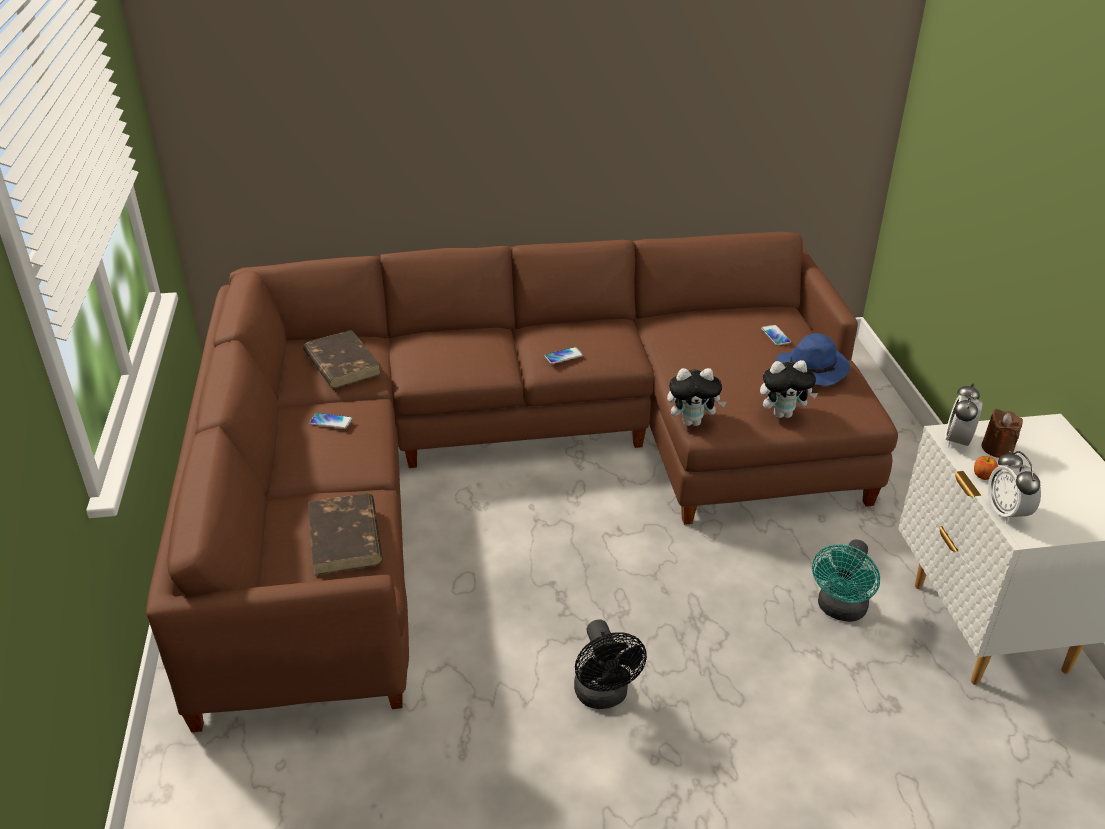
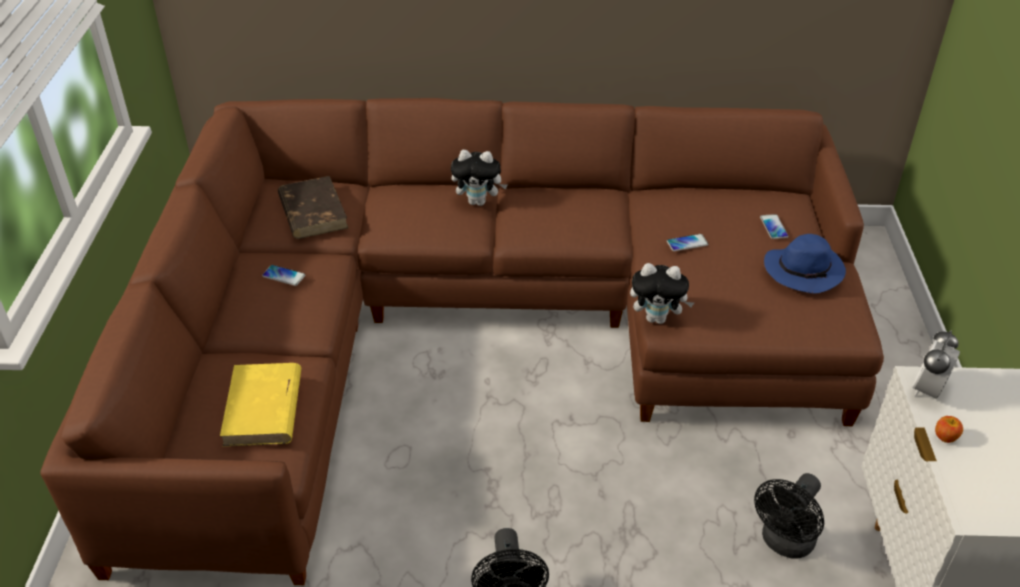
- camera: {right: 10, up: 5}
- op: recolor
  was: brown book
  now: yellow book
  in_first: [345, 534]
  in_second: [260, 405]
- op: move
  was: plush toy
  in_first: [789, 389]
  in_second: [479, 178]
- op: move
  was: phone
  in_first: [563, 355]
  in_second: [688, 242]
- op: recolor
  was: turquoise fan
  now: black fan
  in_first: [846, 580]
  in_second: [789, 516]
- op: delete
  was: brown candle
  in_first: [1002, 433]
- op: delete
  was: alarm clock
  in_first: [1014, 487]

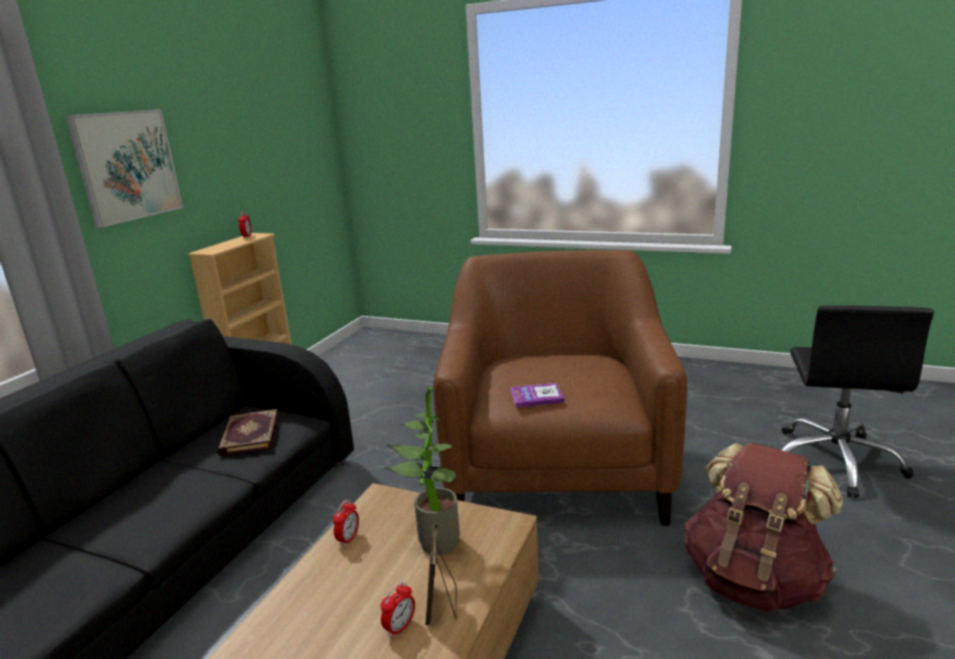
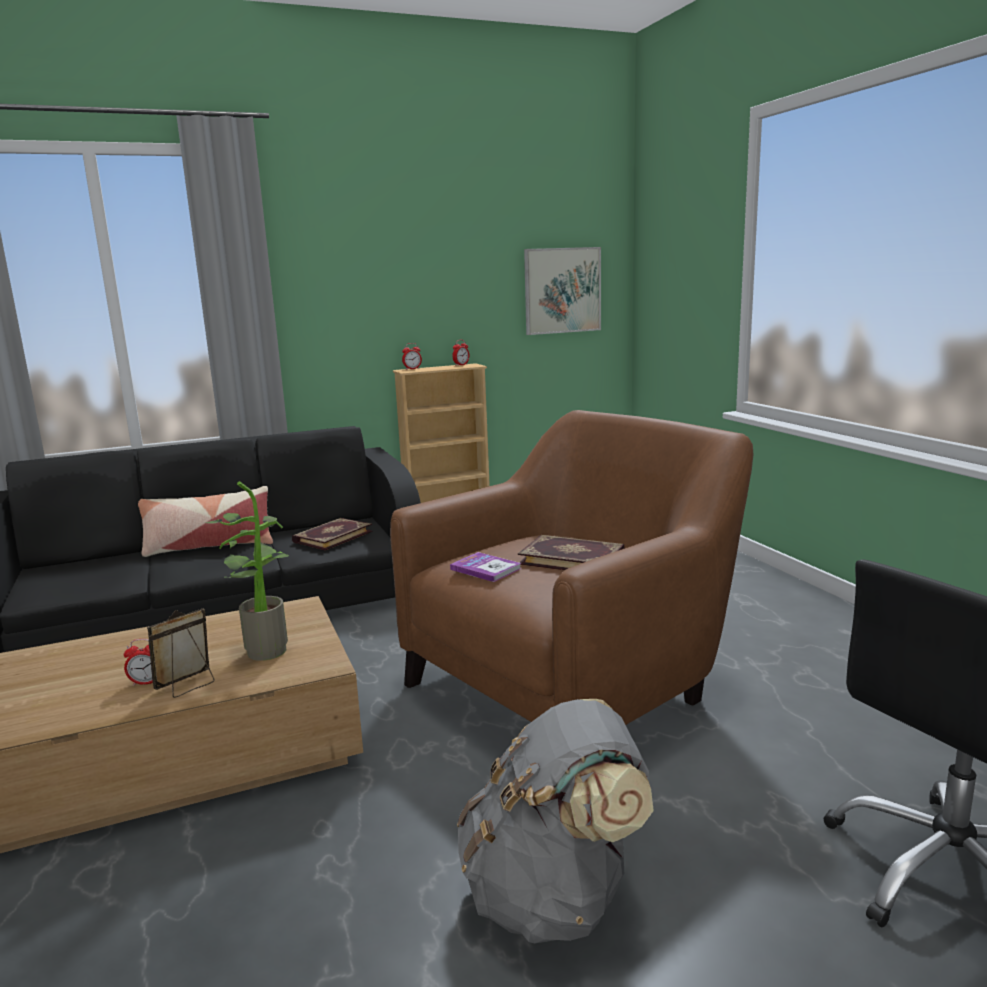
- camera: {right: 45, up: -5}
- op: insert
  now: pillow
  in_second: [205, 521]
- op: move
  was: alarm clock
  in_first: [346, 523]
  in_second: [412, 356]
- op: recolor
  was: brown backpack
  now: grey backpack
  in_first: [764, 527]
  in_second: [555, 821]
- op: insert
  now: book
  in_second: [571, 553]
- op: move
  was: picture
  in_first: [124, 168]
  in_second: [562, 291]

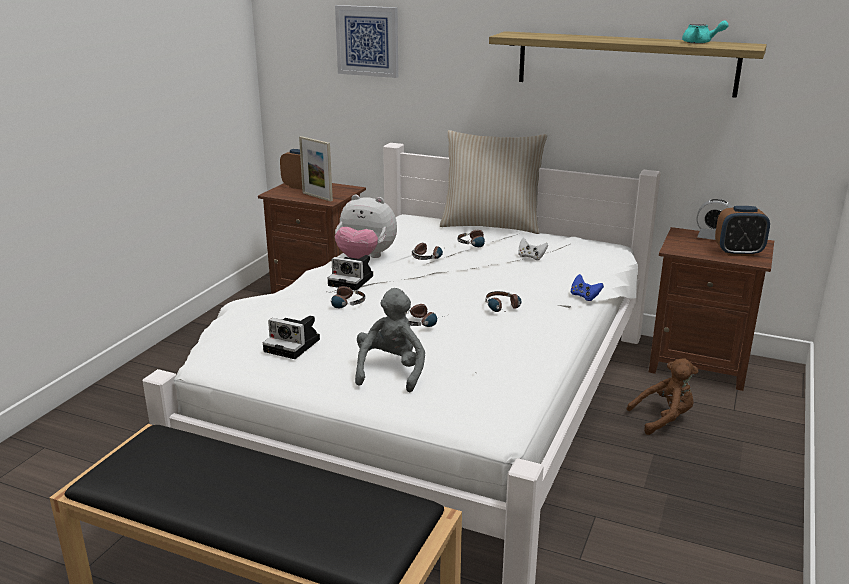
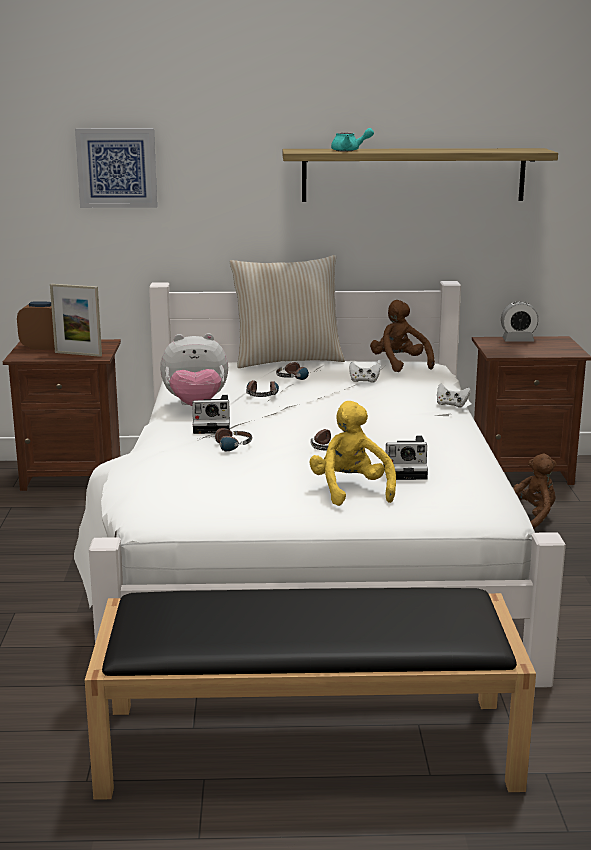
- camera: {right: -25, up: -5}
- op: recolor
  was: grey plush toy
  now: yellow plush toy
  in_first: [390, 340]
  in_second: [352, 453]
- op: move
  was: turquoise teapot
  in_first: [705, 32]
  in_second: [352, 139]
- op: insert
  now: brown plush toy
  in_second: [402, 336]
- op: move
  was: photo camera
  in_first: [291, 337]
  in_second: [405, 458]
- op: recolor
  was: blue game controller
  now: white game controller
  in_first: [587, 287]
  in_second: [454, 396]
- op: delete
  was: headphones
  in_first: [504, 301]
- op: delete
  was: alarm clock
  in_first: [742, 231]

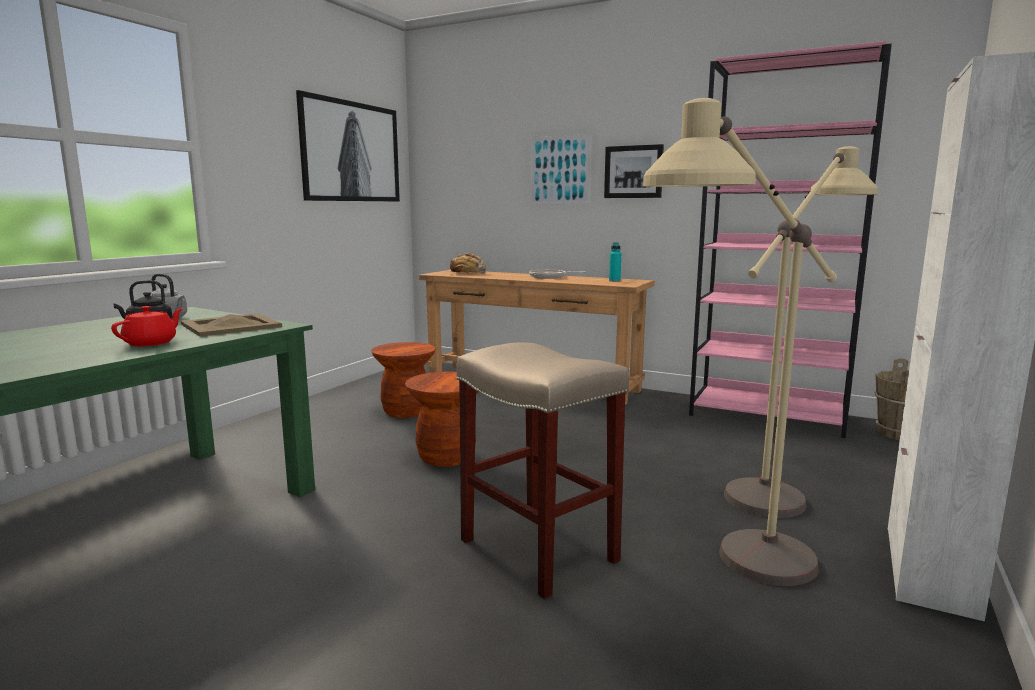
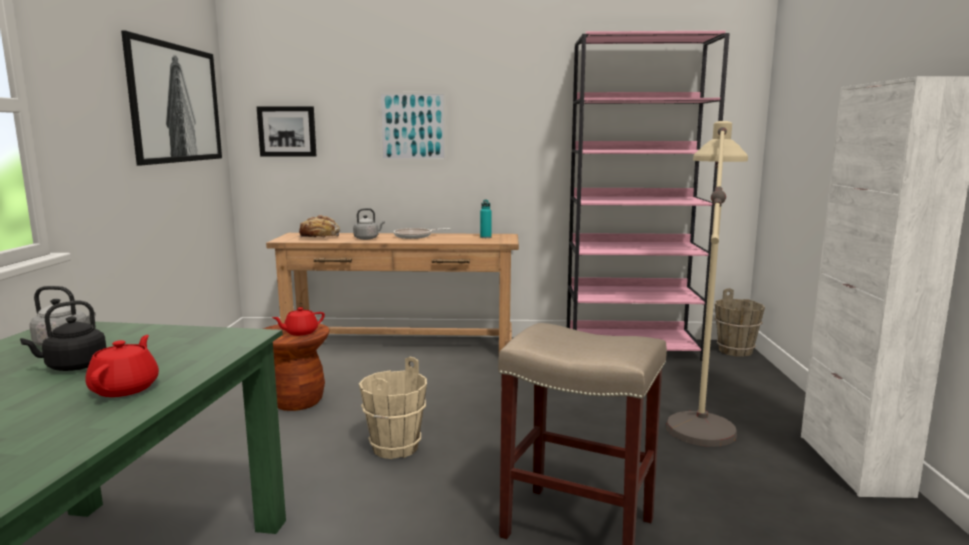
- camera: {right: -25, up: 0}
- op: move
  was: picture
  in_first: [634, 171]
  in_second: [287, 131]
- op: insert
  now: red teapot
  in_second: [298, 321]
- op: insert
  now: grey kettle
  in_second: [369, 224]
- op: replace
  was: brown stool
  now: beige bucket
  in_first: [441, 419]
  in_second: [393, 408]
- op: delete
  was: beige tray
  in_first: [231, 324]
- op: delete
  was: beige floor lamp
  in_first: [740, 342]

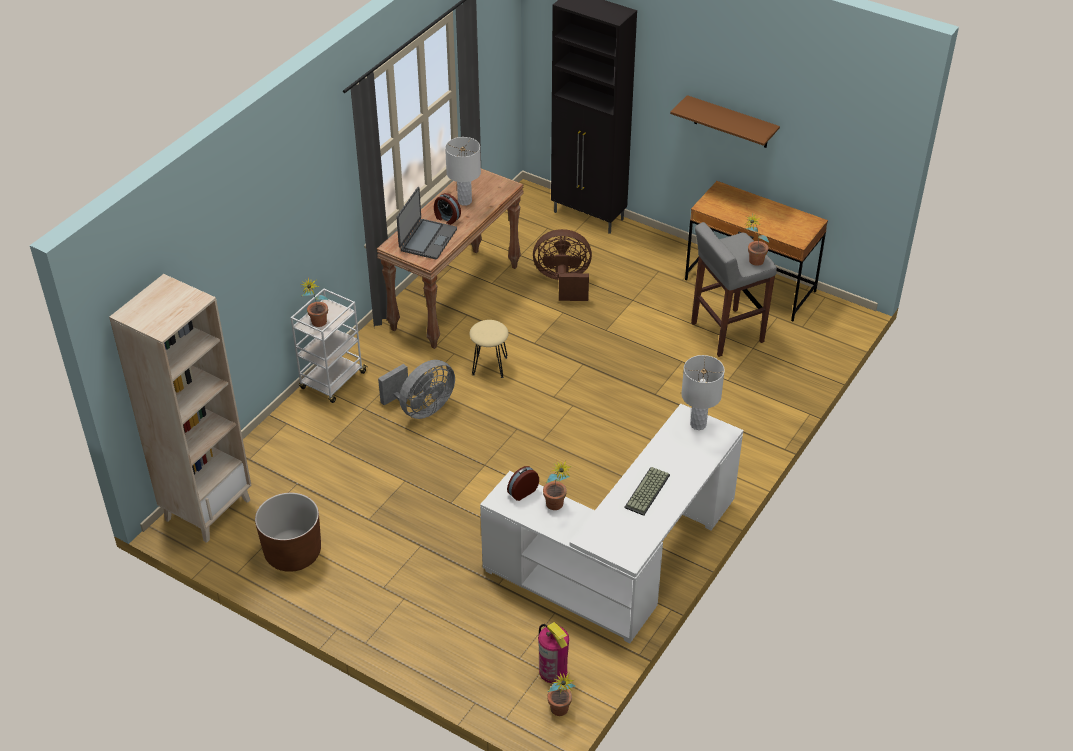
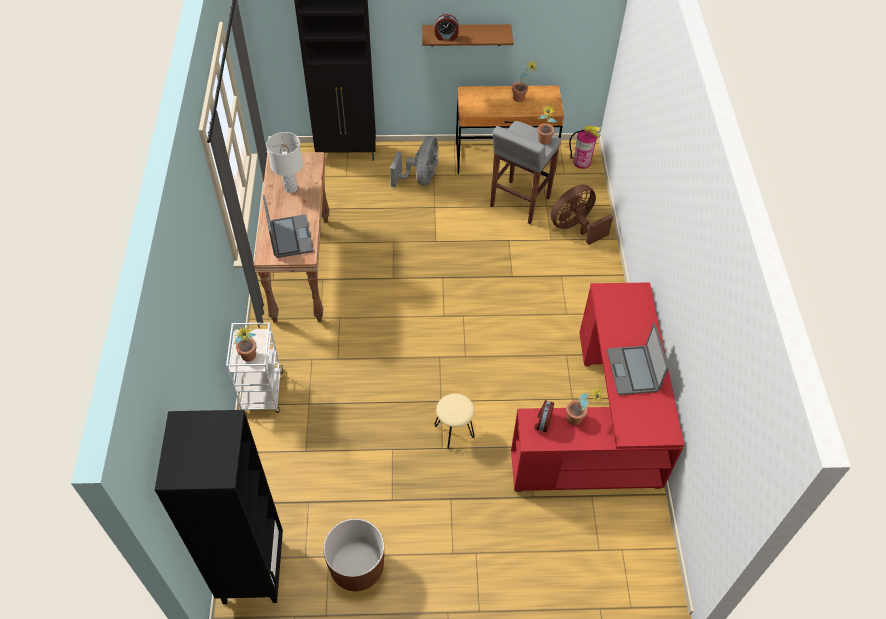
- camera: {right: -35, up: 10}
- op: recolor
  was: beige bookcase
  now: black bookcase
  in_first: [180, 408]
  in_second: [219, 507]
- op: move
  was: grey fan
  in_first: [416, 389]
  in_second: [414, 161]
- op: move
  was: alarm clock
  in_first: [447, 209]
  in_second: [446, 27]
- op: move
  was: beige stool
  in_first: [489, 349]
  in_second: [455, 421]
- op: recolor
  was: white desk
  now: red desk
  in_first: [611, 523]
  in_second: [597, 387]
- op: move
  was: potted plant
  in_first: [561, 693]
  in_second: [524, 80]
- op: move
  was: brown fan
  in_first: [562, 265]
  in_second: [582, 214]
- op: move
  was: fire extinguisher
  in_first: [553, 652]
  in_second: [585, 147]
- op: replace
  was: keyboard
  now: laptop
  in_first: [647, 491]
  in_second: [638, 359]
- op: delete
  was: white table lamp
  in_first: [703, 392]

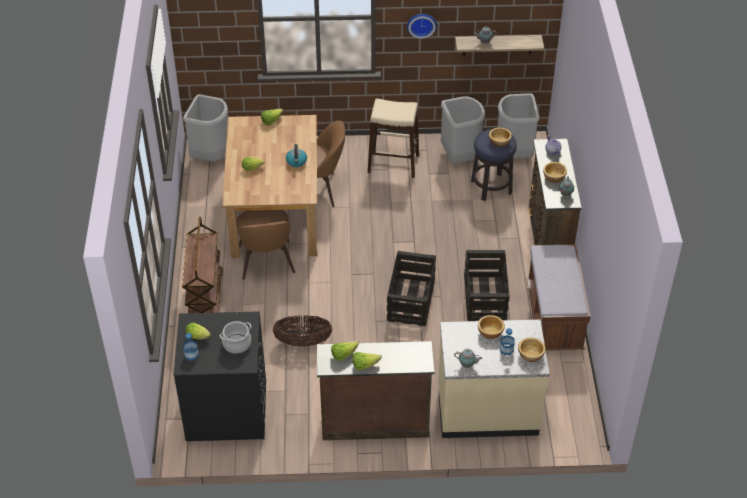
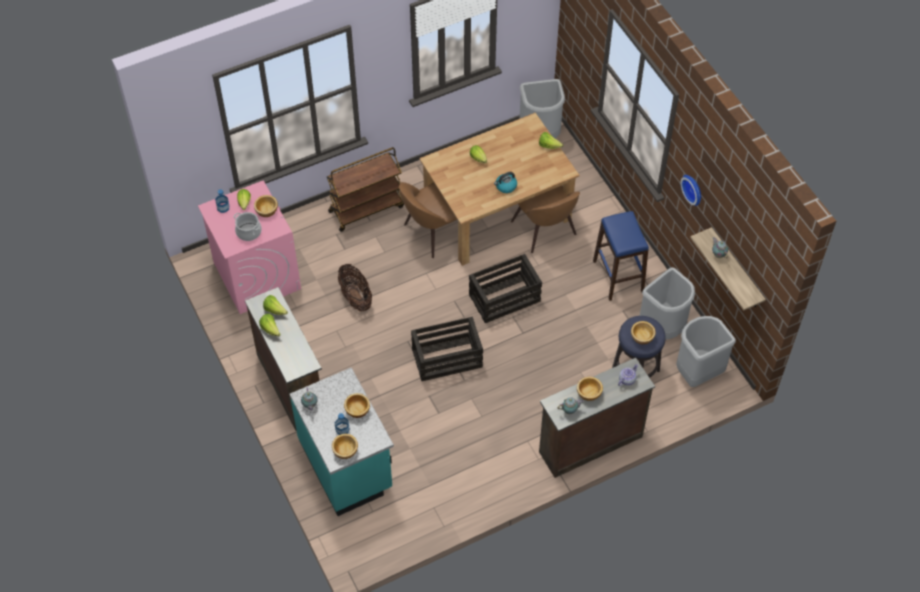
- camera: {right: 65, up: 10}
- op: recolor
  was: black washing machine
  now: pink washing machine
  in_first: [219, 376]
  in_second: [249, 247]
- op: insert
  now: bowl
  in_second: [266, 206]
- op: recolor
  was: beige counter
  now: turquoise counter
  in_first: [494, 378]
  in_second: [342, 441]
- op: move
  was: crate
  in_first: [487, 285]
  in_second: [505, 288]
- op: recolor
  was: beige stool
  now: blue stool
  in_first: [393, 138]
  in_second: [621, 256]
- op: delete
  was: brown bench
  in_first: [559, 297]

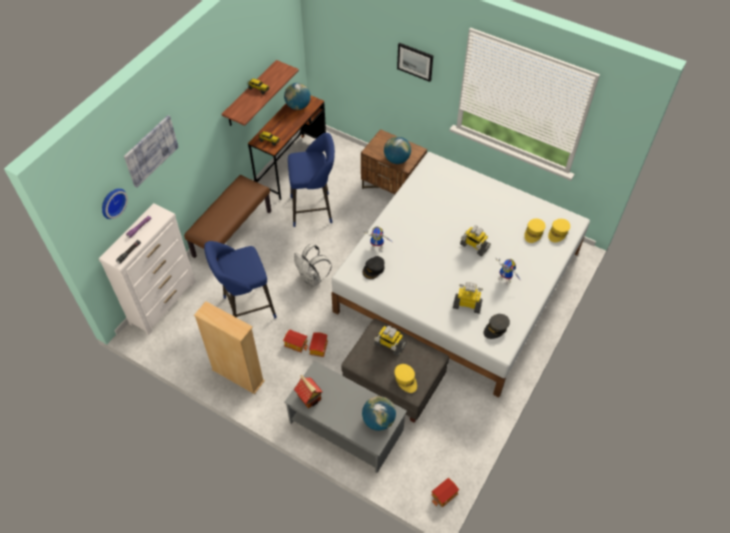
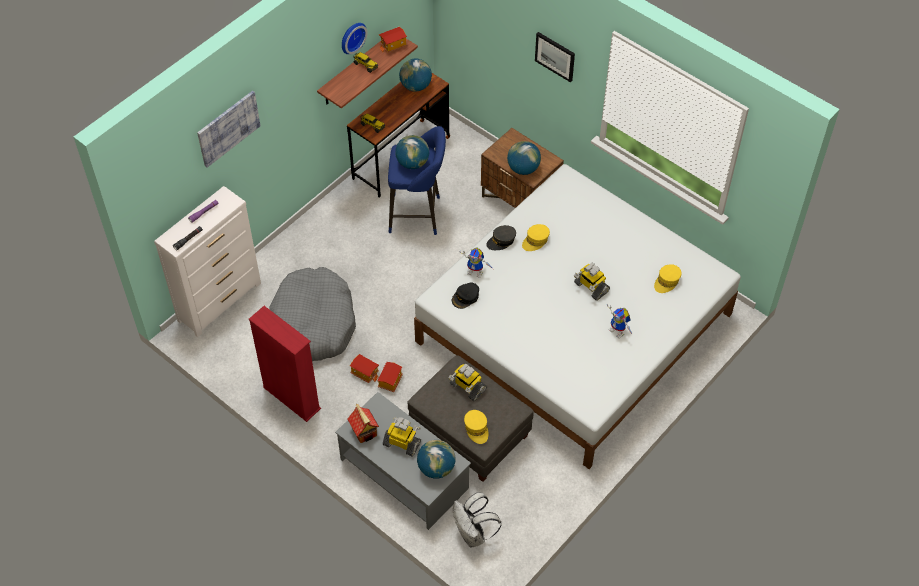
- camera: {right: 10, up: 0}
- op: recolor
  was: beige bookcase
  now: red bookcase
  in_first: [229, 347]
  in_second: [285, 364]
- op: replace
  was: blue stool
  now: grey dog bed
  in_first: [240, 279]
  in_second: [312, 314]
- op: move
  was: wall clock
  in_first: [115, 203]
  in_second: [354, 38]
- op: move
  was: toy house
  in_first: [445, 493]
  in_second: [393, 40]
- op: move
  was: toy robot
  in_first: [468, 298]
  in_second: [402, 437]
- op: insert
  now: globe
  in_second: [412, 152]
- op: move
  was: white backpack
  in_first: [313, 265]
  in_second: [477, 520]
- op: move
  was: grey cap
  in_first: [496, 326]
  in_second: [501, 237]
- op: move
  was: yellow cap
  in_first: [559, 230]
  in_second: [536, 237]
- op: delete
  was: brown bench
  in_first: [227, 218]

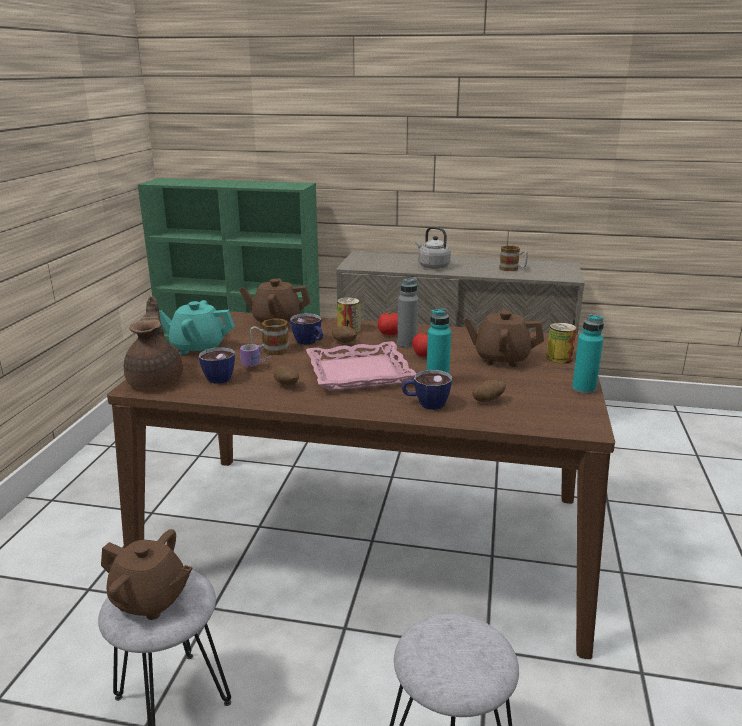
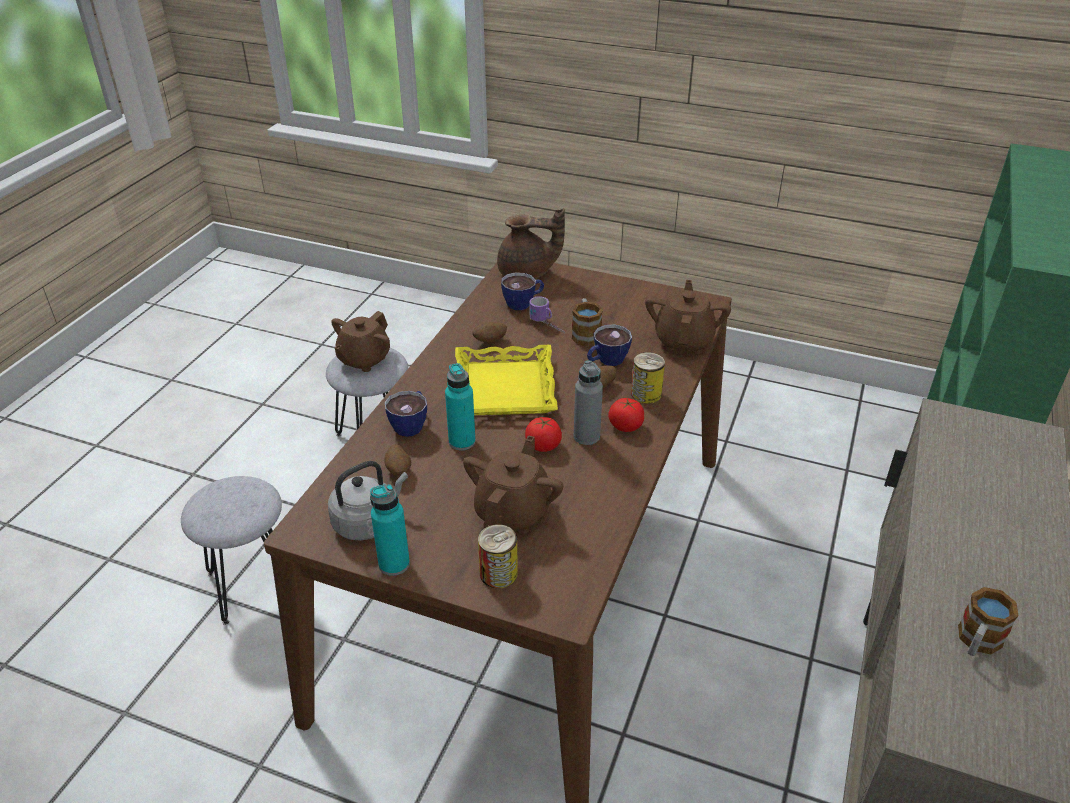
- camera: {right: 100, up: 15}
- op: move
  was: grey kettle
  in_first: [433, 248]
  in_second: [368, 501]
- op: recolor
  was: pink tray
  now: yellow tray
  in_first: [361, 366]
  in_second: [506, 380]
- op: delete
  was: turquoise teapot
  in_first: [197, 327]

